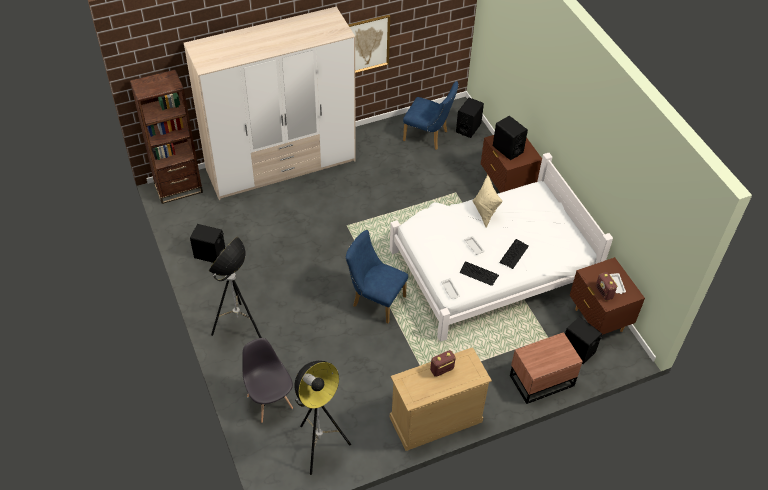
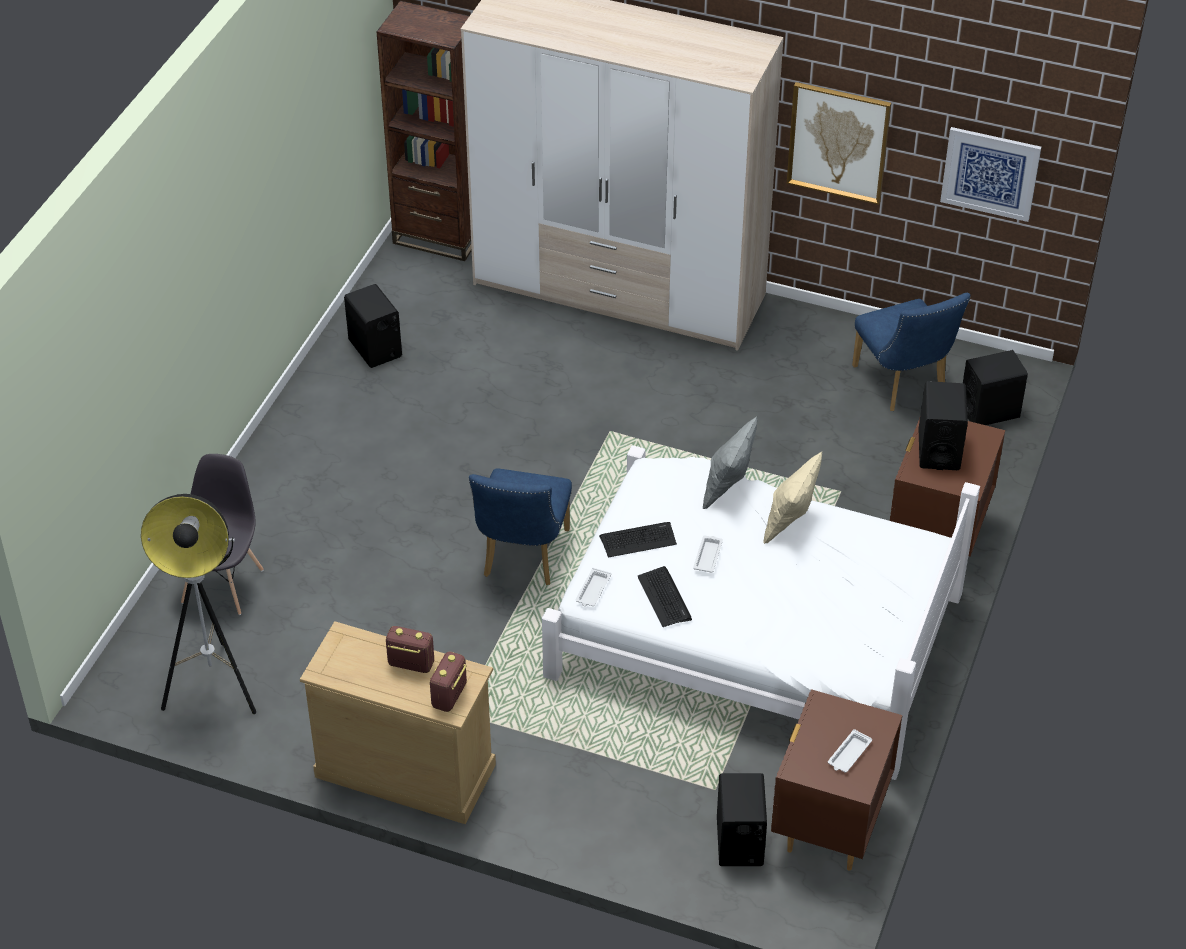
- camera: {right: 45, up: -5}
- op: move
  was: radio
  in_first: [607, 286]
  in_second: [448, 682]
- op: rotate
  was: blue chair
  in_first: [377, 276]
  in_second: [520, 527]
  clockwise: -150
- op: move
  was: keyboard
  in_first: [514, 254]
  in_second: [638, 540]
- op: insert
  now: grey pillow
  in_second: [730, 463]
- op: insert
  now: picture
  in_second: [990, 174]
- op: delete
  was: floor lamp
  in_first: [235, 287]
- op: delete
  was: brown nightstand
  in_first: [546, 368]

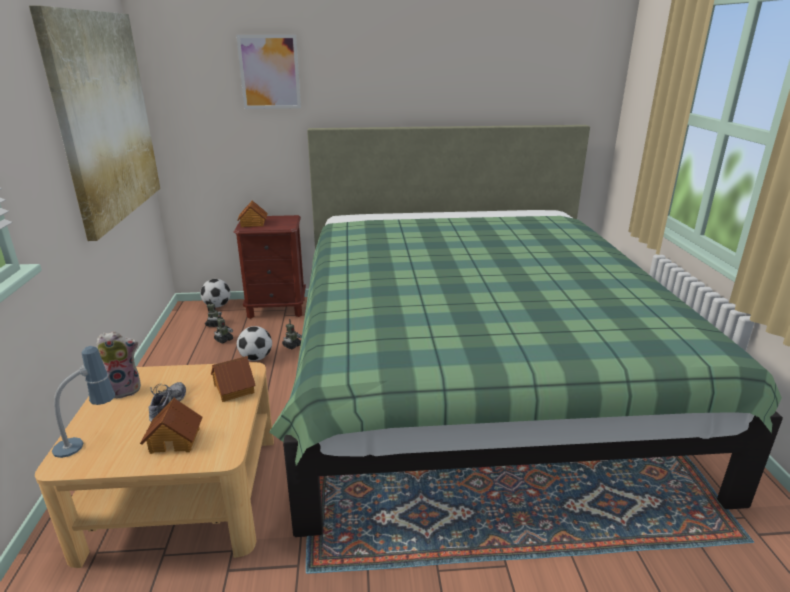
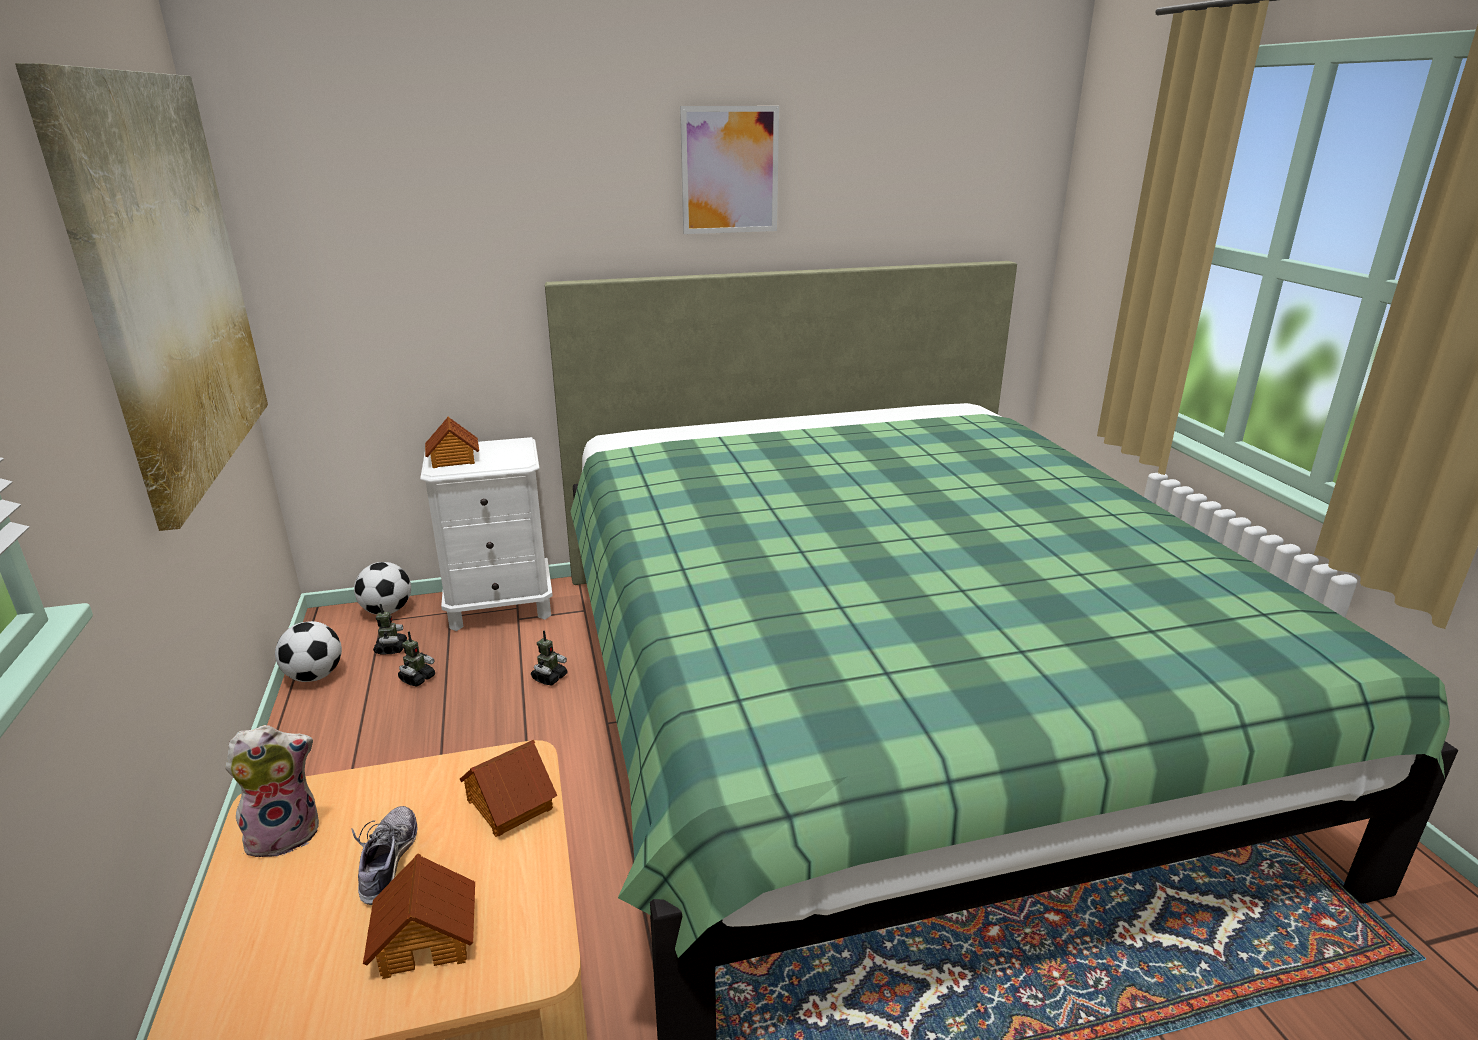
- camera: {right: -10, up: 0}
- op: move
  was: football
  in_first: [254, 343]
  in_second: [308, 651]
- op: recolor
  was: brown nightstand
  now: white nightstand
  in_first: [269, 267]
  in_second: [486, 534]
- op: move
  was: picture
  in_first: [268, 72]
  in_second: [729, 170]
- op: delete
  was: table lamp
  in_first: [83, 402]

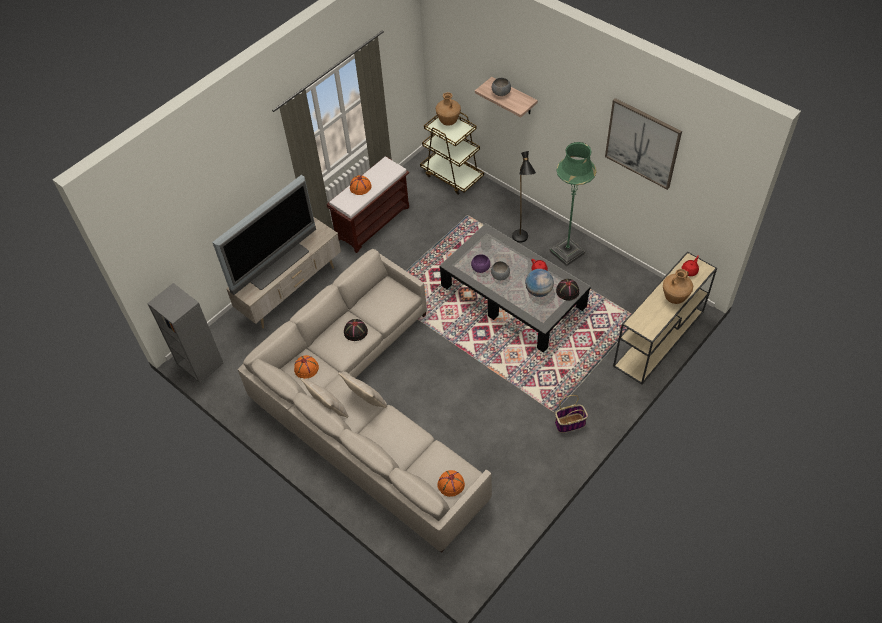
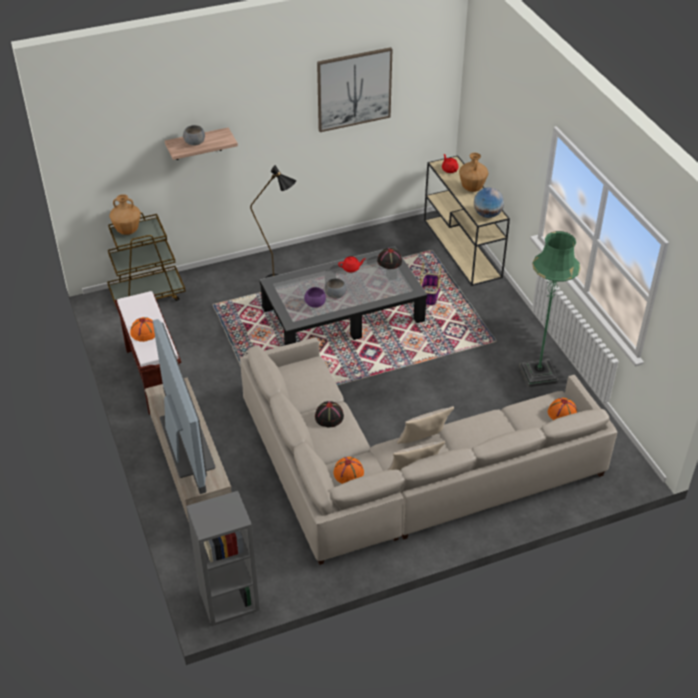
- camera: {right: -65, up: -10}
- op: move
  was: basket
  in_first: [571, 414]
  in_second: [430, 284]
- op: move
  was: globe
  in_first: [539, 283]
  in_second: [489, 202]
- op: move
  was: green floor lamp
  in_first: [572, 204]
  in_second: [550, 309]

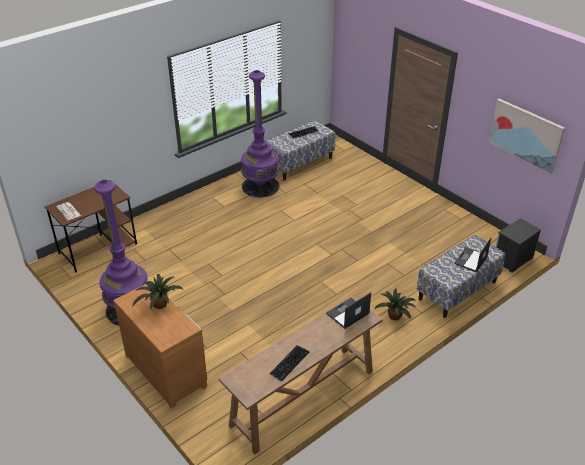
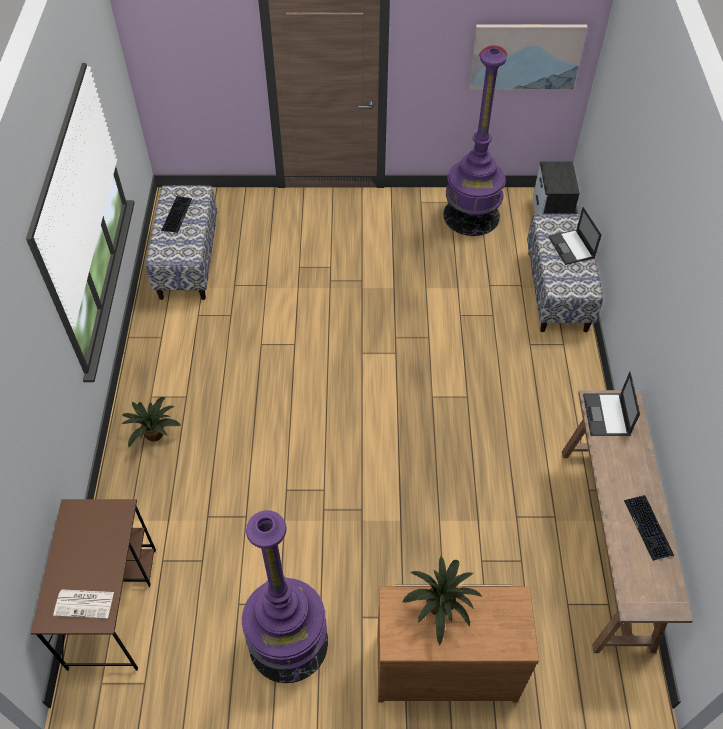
- camera: {right: -50, up: 15}
- op: move
  was: potted plant
  in_first: [395, 304]
  in_second: [151, 422]
- op: move
  was: purple floor lamp
  in_first: [260, 134]
  in_second: [474, 142]

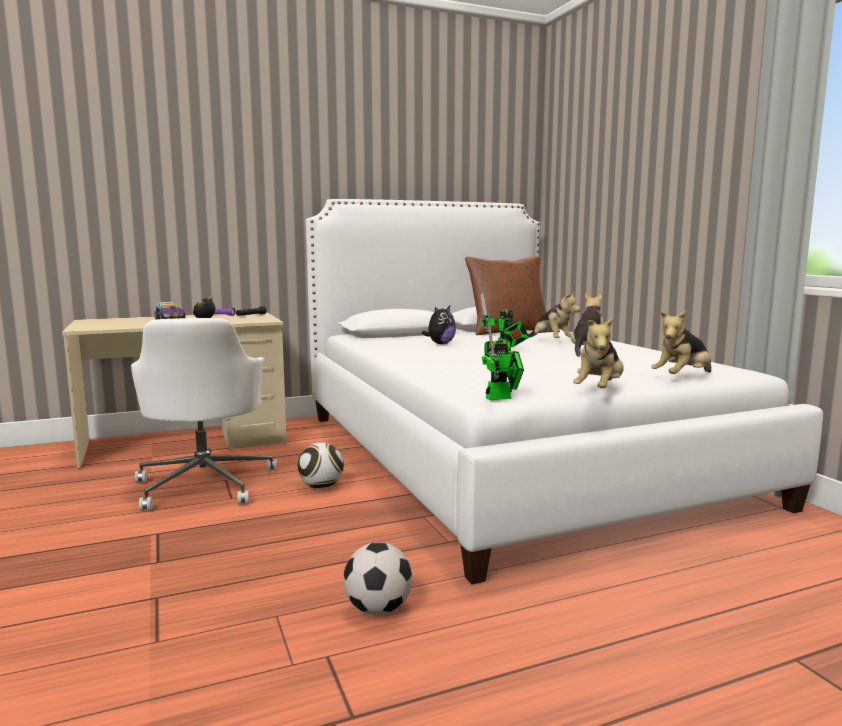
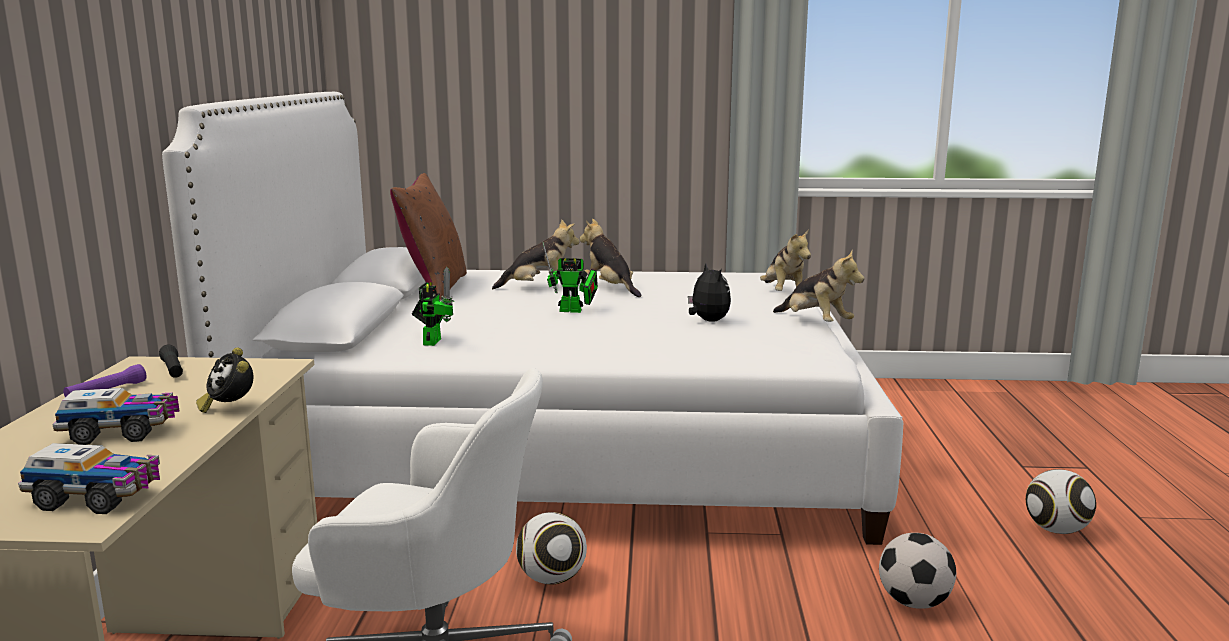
- camera: {right: -65, up: 5}
- op: insert
  now: toy truck
  in_second: [89, 478]
- op: move
  was: toy robot
  in_first: [503, 360]
  in_second: [433, 306]
- op: move
  was: plush toy
  in_first: [439, 325]
  in_second: [709, 292]
- op: insert
  now: football
  in_second: [1061, 501]

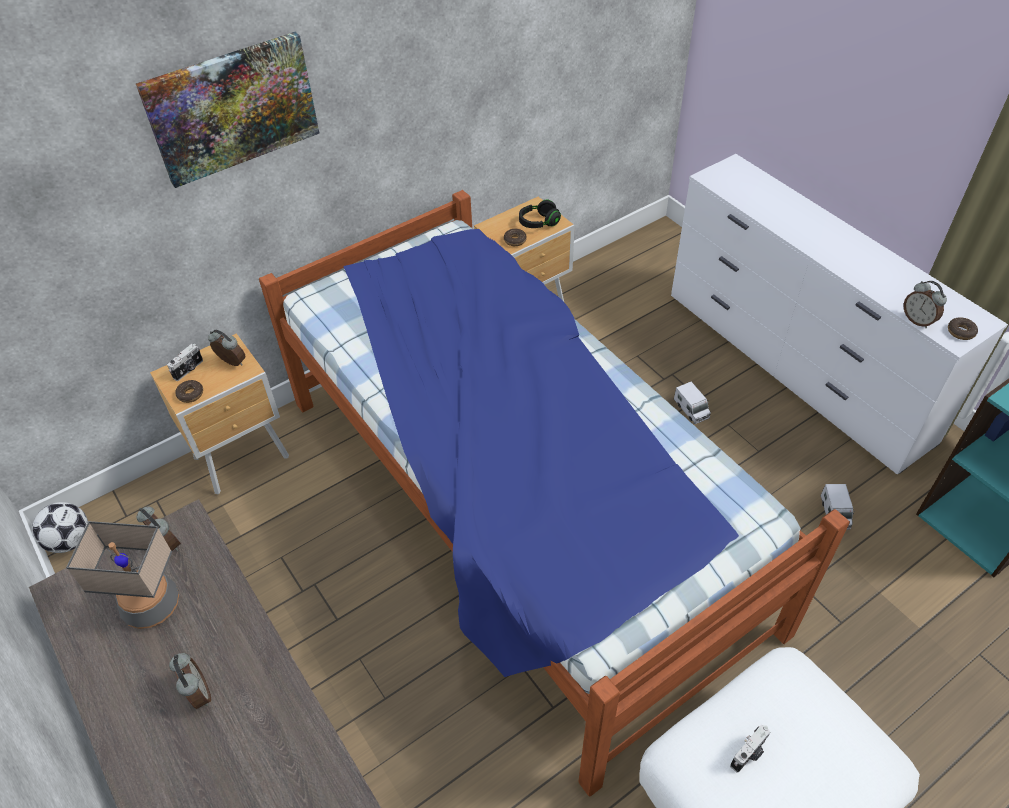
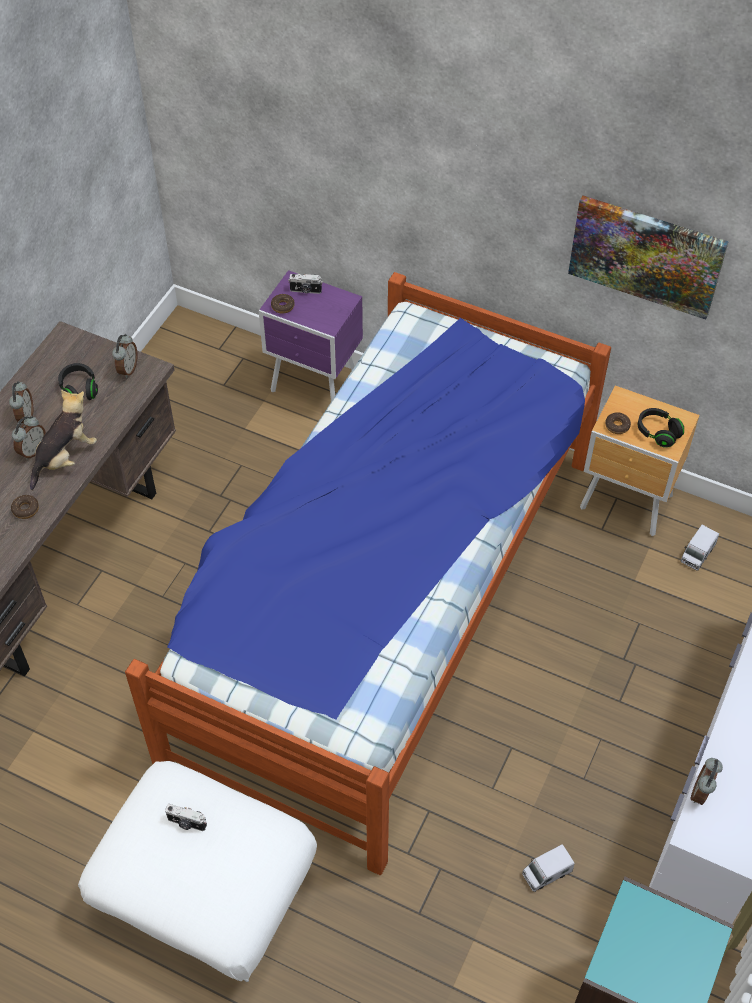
- camera: {right: 60, up: 5}
- op: move
  was: alarm clock
  in_first: [226, 348]
  in_second: [21, 402]
- op: move
  was: donut
  in_first: [963, 328]
  in_second: [25, 507]
- op: insert
  now: plush toy
  in_second: [63, 440]
- op: replace
  was: table lamp
  now: black headphones
  in_first: [122, 575]
  in_second: [78, 381]
- op: recolor
  was: brown nightstand
  now: purple nightstand
  in_first: [219, 414]
  in_second: [311, 335]
- op: move
  was: picture
  in_first: [227, 110]
  in_second: [648, 258]
- op: move
  was: toy truck
  in_first: [692, 403]
  in_second: [700, 547]
- op: delete
  was: football
  in_first: [60, 527]

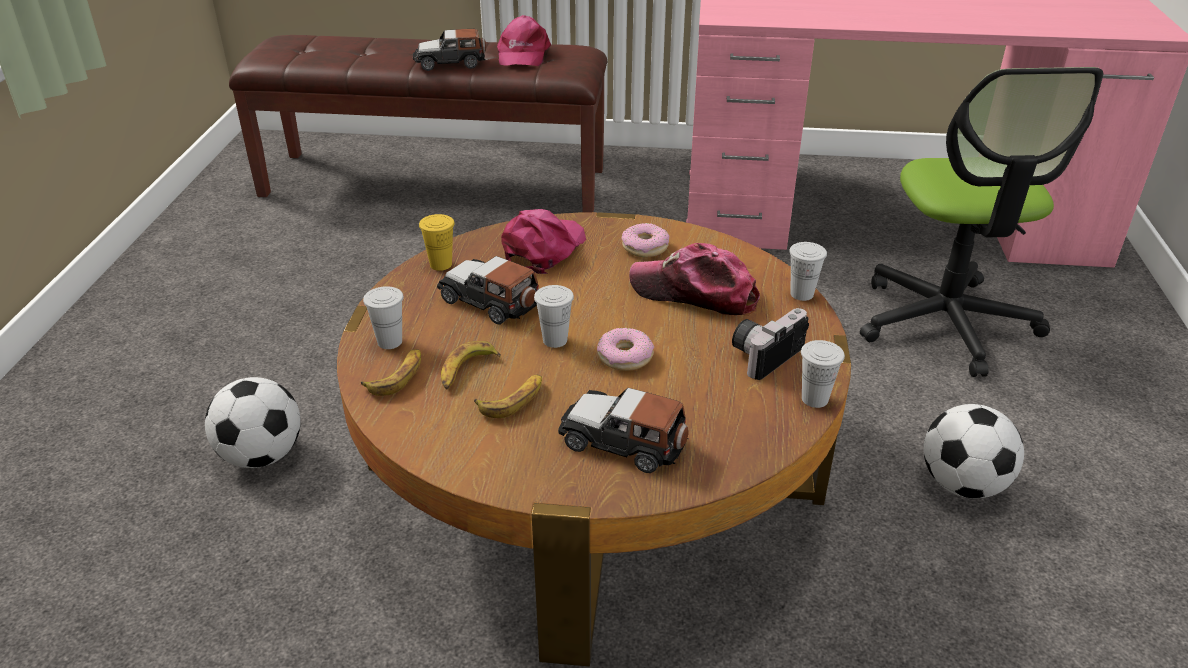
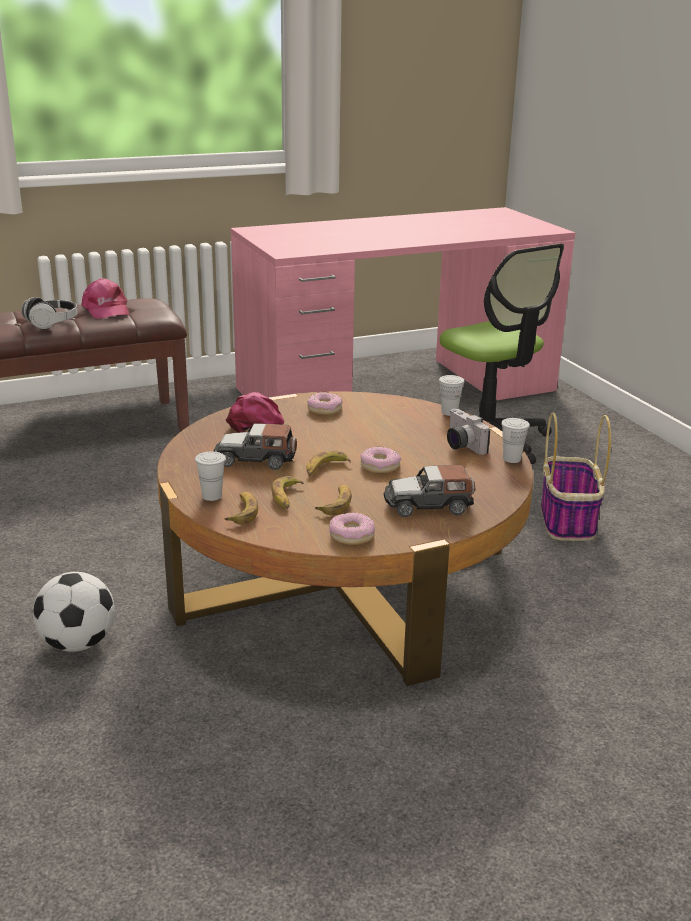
- camera: {right: -30, up: -10}
- op: replace
  was: toy car
  now: headphones
  in_first: [449, 50]
  in_second: [49, 313]
- op: replace
  was: white cup
  now: banana
  in_first: [554, 316]
  in_second: [328, 463]
- op: insert
  now: donut
  in_second: [352, 529]
- op: rotate
  was: photo camera
  in_first: [770, 344]
  in_second: [468, 432]
  clockwise: -45
- op: replace
  was: football
  now: basket
  in_first: [974, 451]
  in_second: [576, 476]
- op: delete
  was: yellow cup
  in_first: [437, 242]
- op: delete
  was: cap
  in_first: [694, 279]

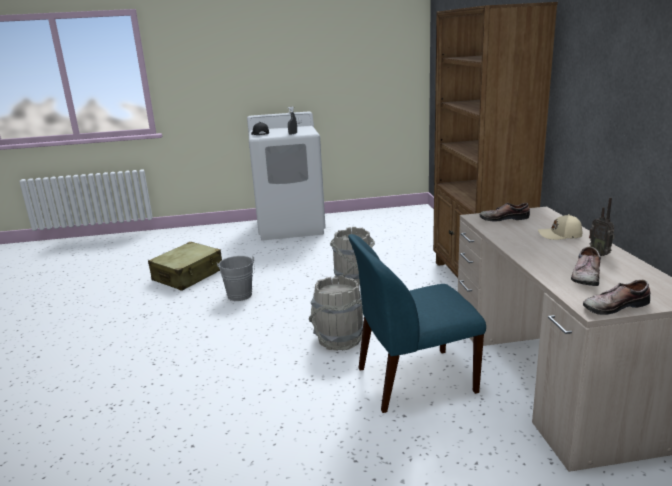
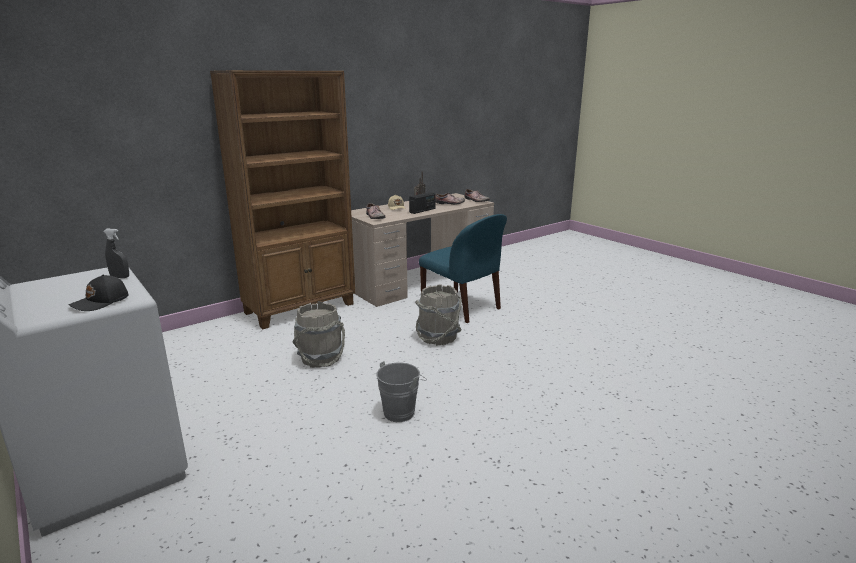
- camera: {right: -120, up: 0}
- op: insert
  now: radio
  in_second: [422, 203]
- op: delete
  was: beige suitcase
  in_first: [185, 266]

